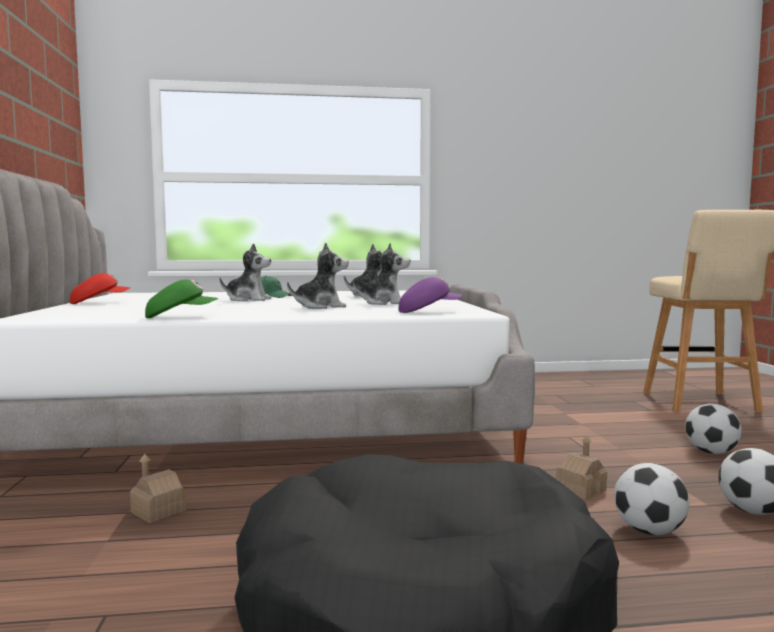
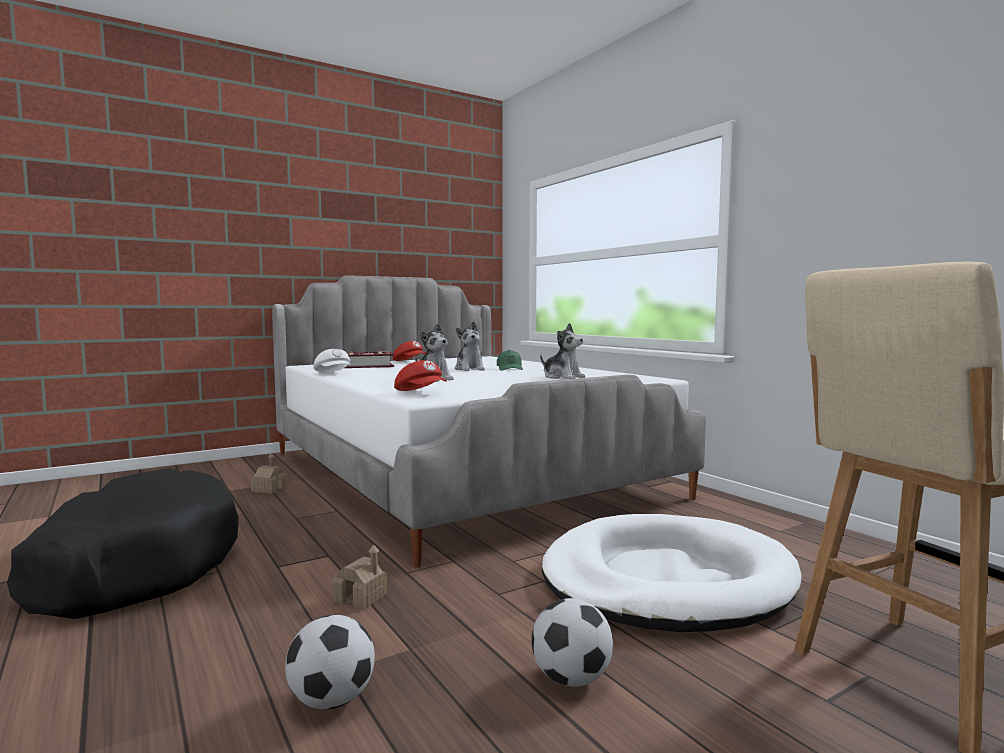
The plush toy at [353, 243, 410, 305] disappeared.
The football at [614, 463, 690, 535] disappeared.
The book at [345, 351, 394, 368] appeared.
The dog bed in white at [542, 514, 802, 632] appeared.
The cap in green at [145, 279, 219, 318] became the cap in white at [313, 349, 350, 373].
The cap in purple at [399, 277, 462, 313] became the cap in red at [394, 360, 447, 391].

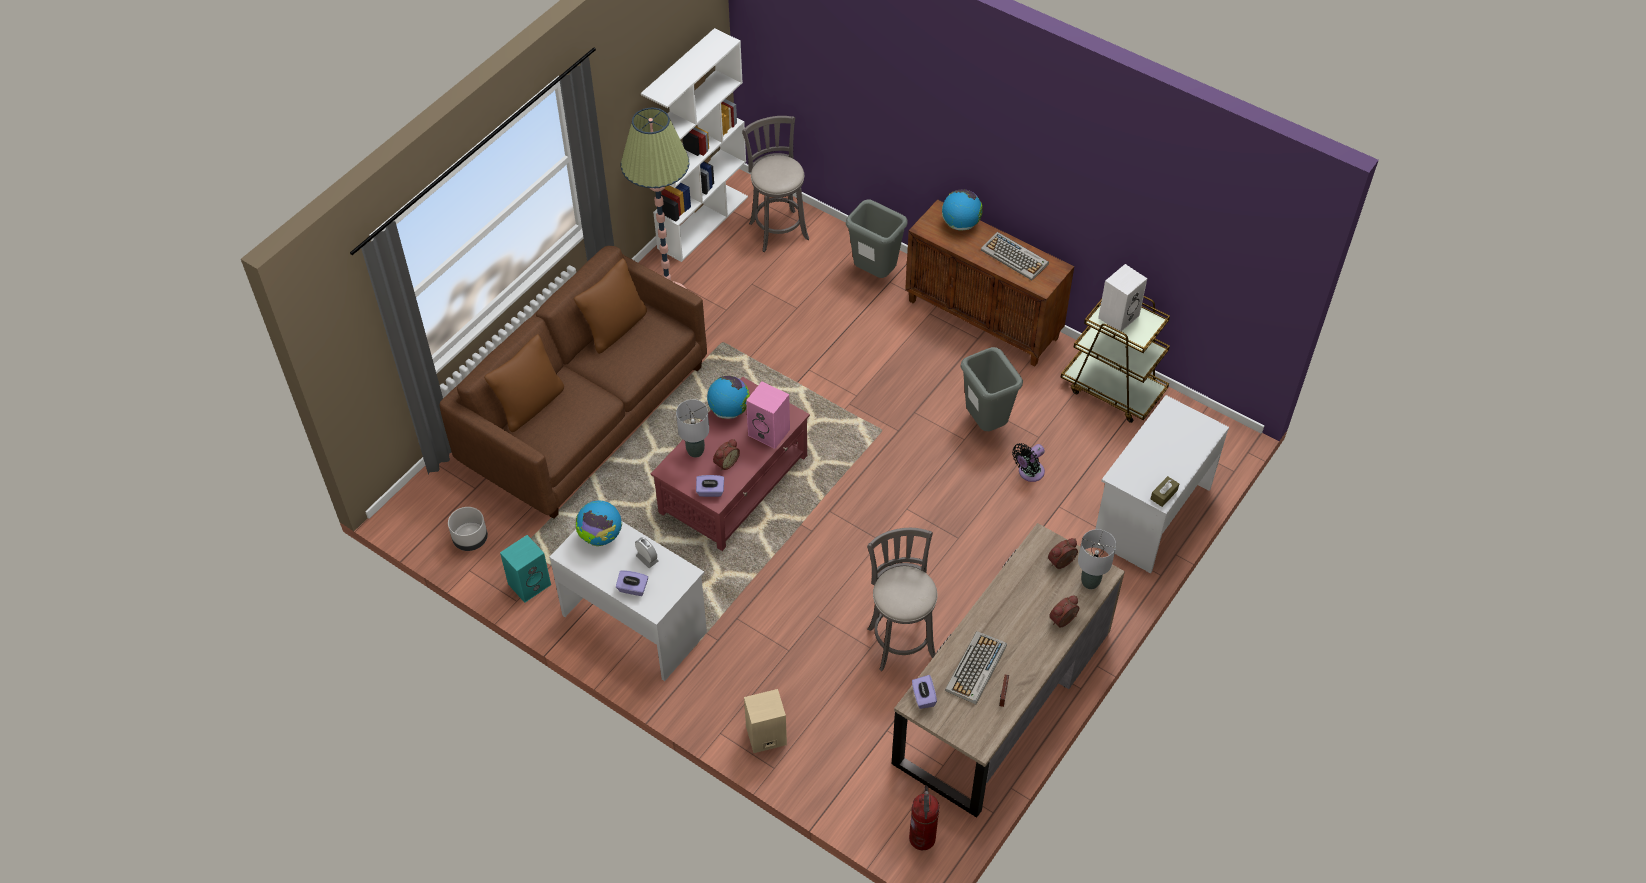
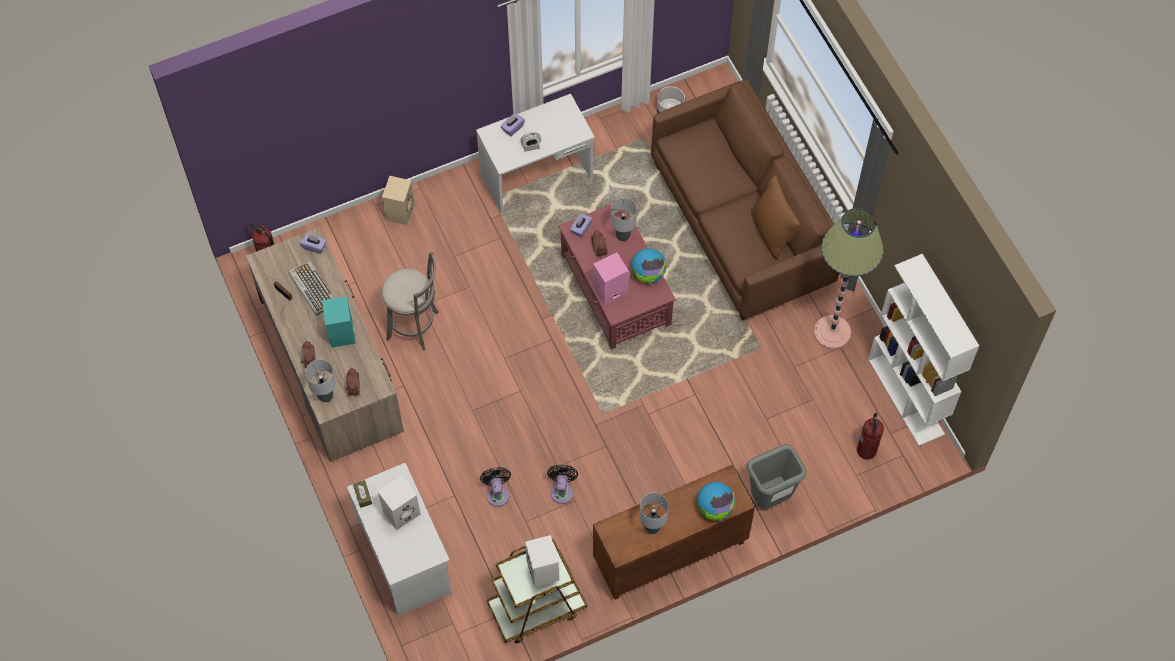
The pillow in brown at [484, 334, 564, 432] disappeared.
The globe at [576, 501, 622, 546] disappeared.
The speaker in white at [378, 476, 421, 530] appeared.
The speaker in turquoise moved from [500, 535, 551, 603] to [322, 296, 356, 348].
The stool in grey at [742, 116, 809, 252] was replaced by the fire extinguisher at [857, 413, 884, 459].
The trash can in grey at [960, 347, 1023, 431] was replaced by the fan in black at [547, 465, 578, 504].
The keyboard at [981, 232, 1049, 281] was replaced by the table lamp in grey at [639, 493, 669, 534].

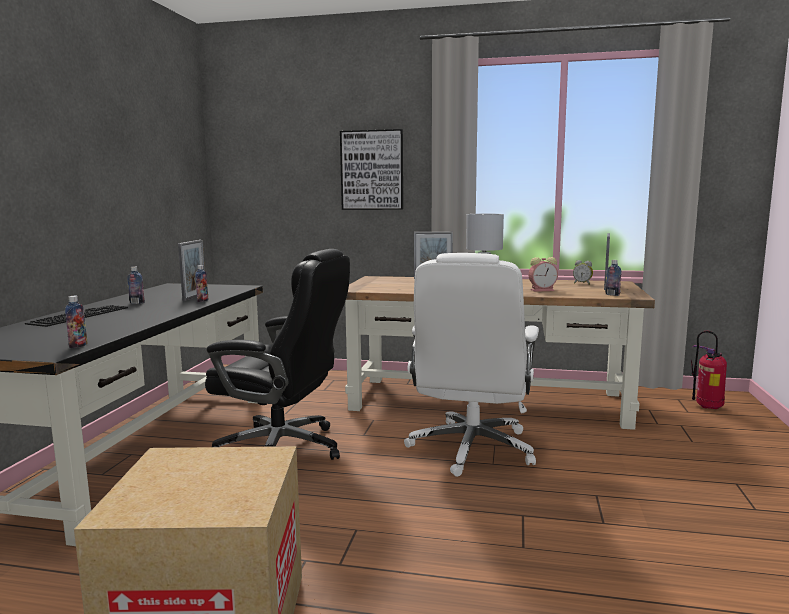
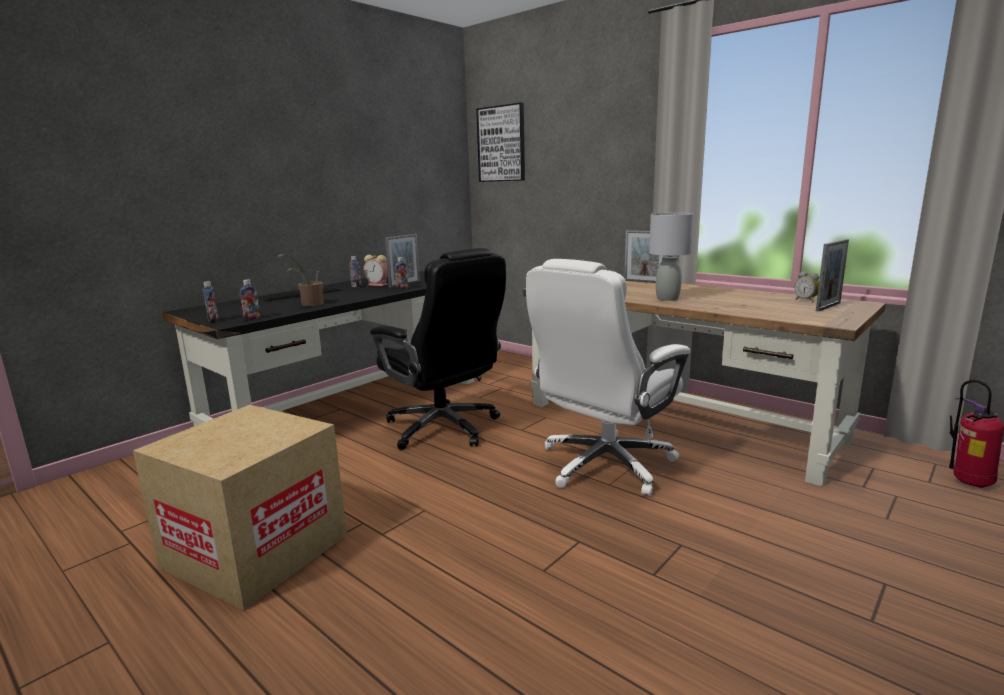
The potted plant at [278, 254, 324, 306] appeared.
The picture moved from [340, 129, 403, 210] to [476, 103, 525, 182].
The alarm clock moved from [528, 257, 558, 292] to [363, 255, 388, 286].
The bottle moved from [605, 260, 622, 296] to [203, 281, 219, 323].

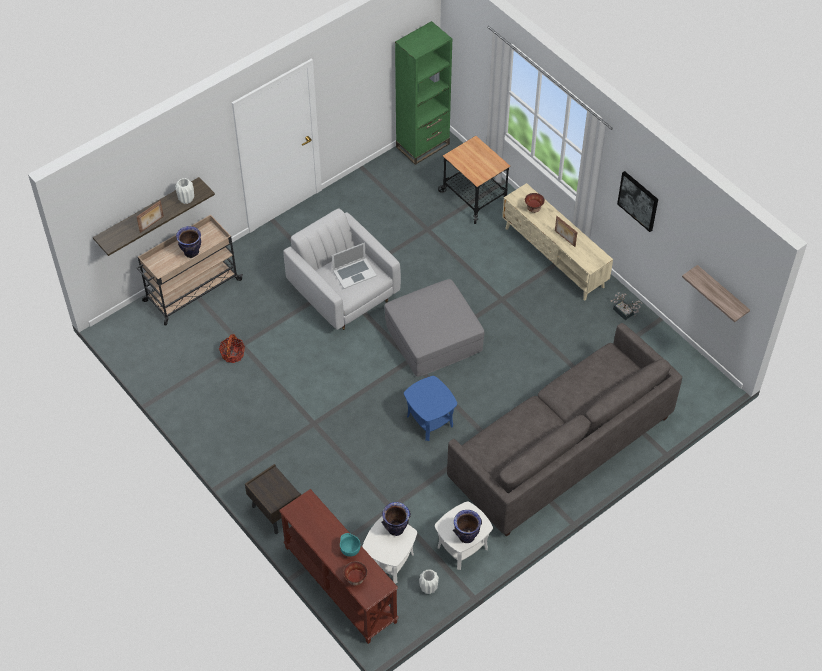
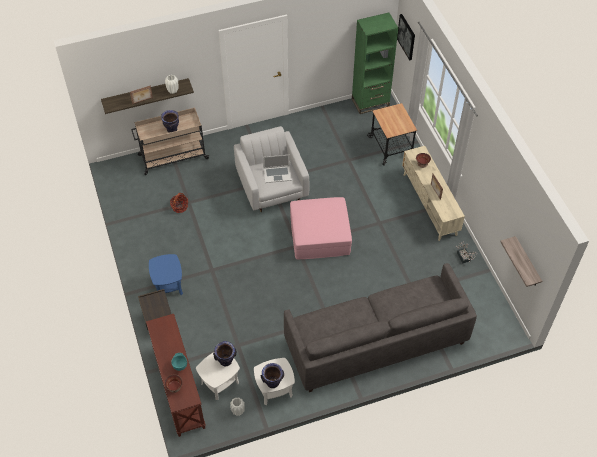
The side table in blue moved from [404, 376, 457, 441] to [149, 254, 183, 295].
The picture moved from [617, 171, 658, 232] to [397, 14, 415, 60].
The ottoman in grey at [384, 279, 484, 377] became the ottoman in pink at [290, 197, 352, 259].

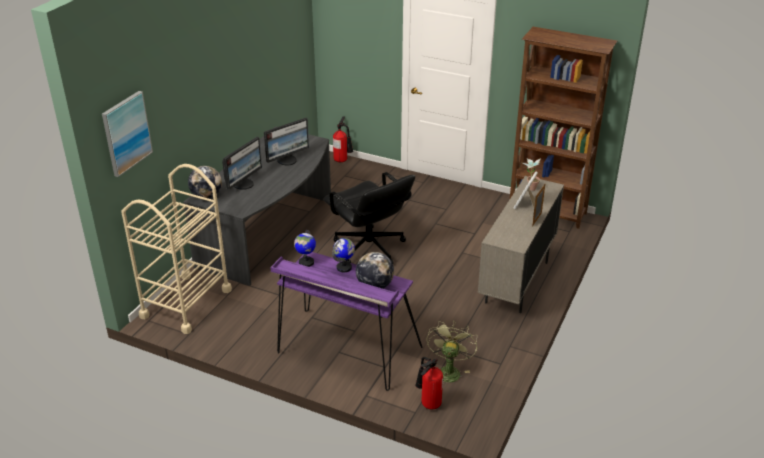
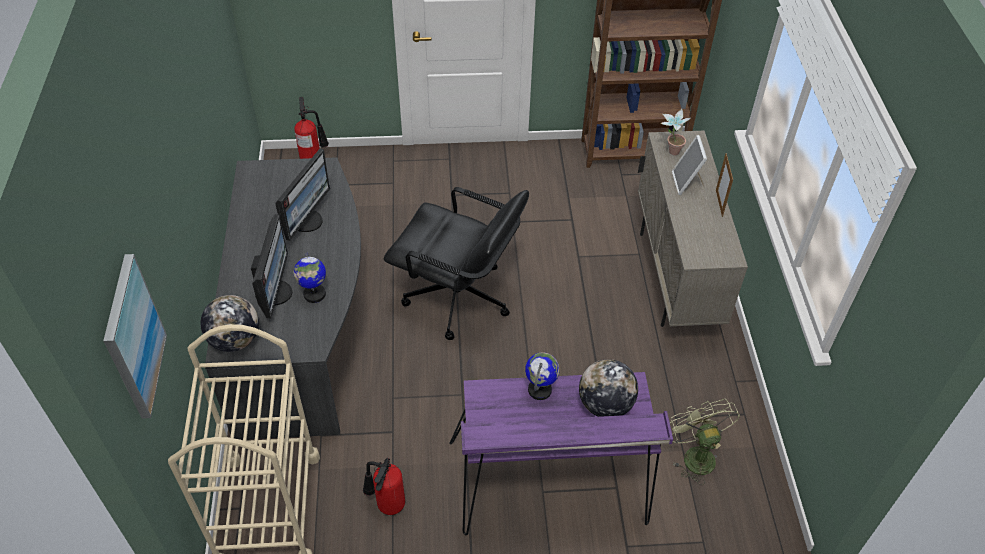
The globe moved from [294, 230, 316, 267] to [293, 252, 326, 303].
The fire extinguisher moved from [415, 357, 443, 409] to [363, 458, 405, 515].

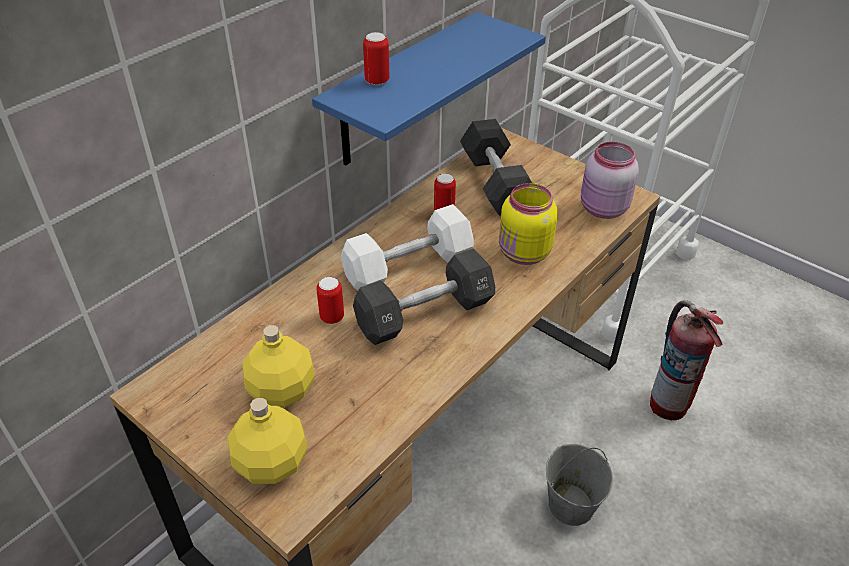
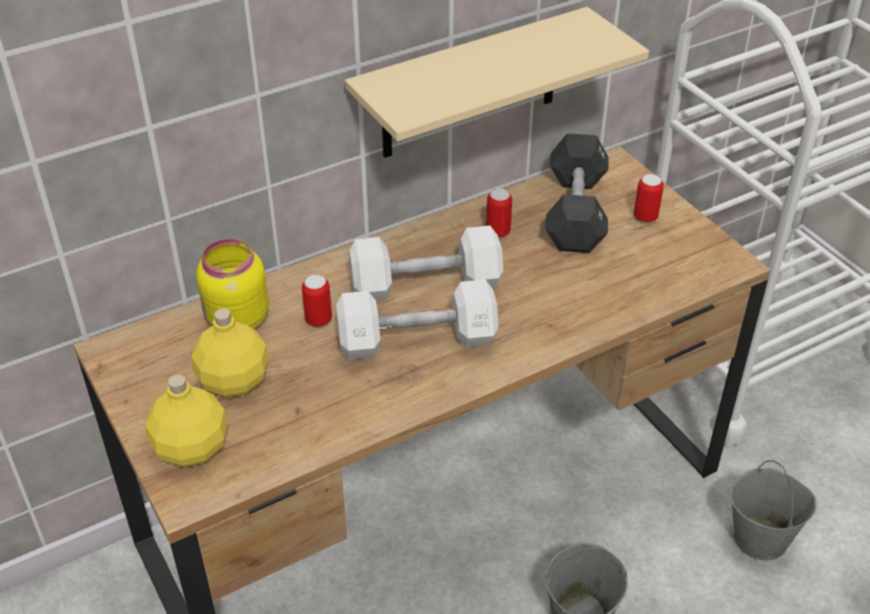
The jar in pink at [581, 142, 639, 219] disappeared.
The can moved from [363, 32, 389, 86] to [634, 174, 664, 223].
The jar in yellow moved from [499, 183, 558, 265] to [196, 239, 269, 330].
The fire extinguisher at [650, 300, 723, 420] was replaced by the bucket in grey at [730, 460, 817, 560].
The shelf in blue at [312, 12, 546, 166] became the shelf in beige at [345, 7, 649, 158].
The dumbbell in black at [353, 248, 495, 345] became the dumbbell in white at [336, 279, 499, 360].

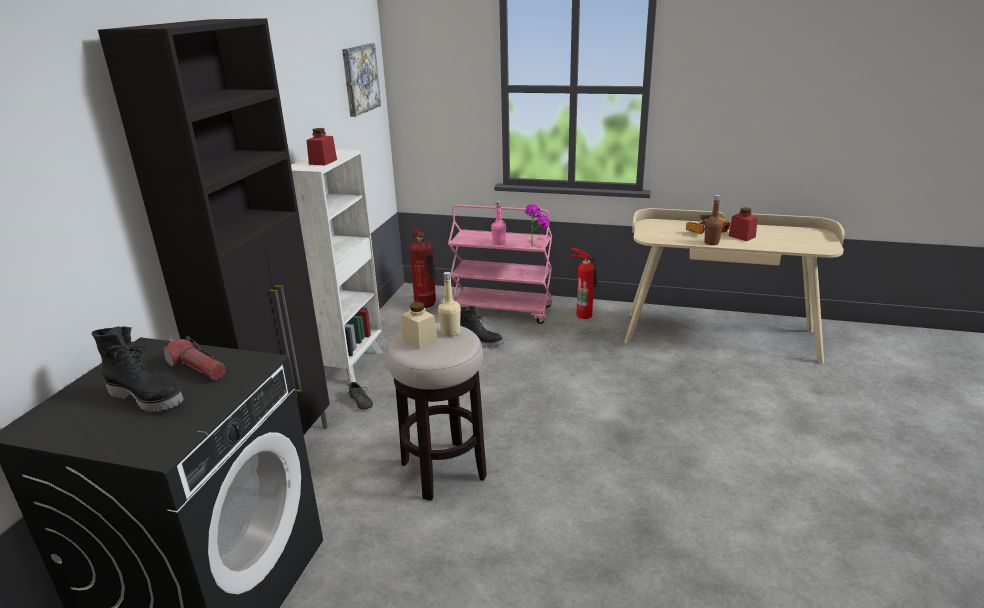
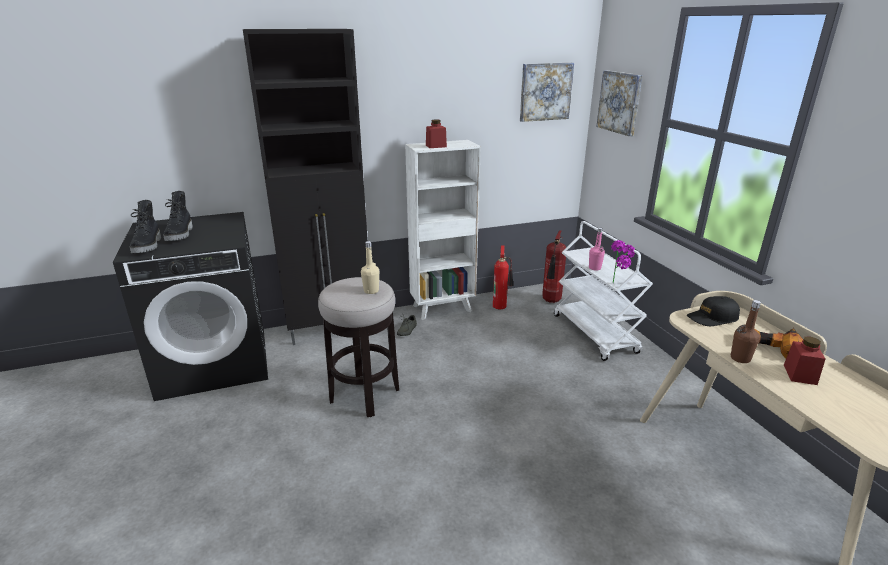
The flashlight at [162, 336, 225, 380] disappeared.
The jar in beige at [401, 302, 437, 349] disappeared.
The picture at [596, 70, 643, 136] appeared.
The cap in black at [687, 296, 740, 326] appeared.
The boot in black moved from [460, 306, 504, 348] to [130, 200, 161, 253].
The fire extinguisher moved from [570, 248, 597, 319] to [493, 245, 513, 309].
The cart in pink at [448, 205, 553, 324] became the cart in white at [554, 221, 653, 361].

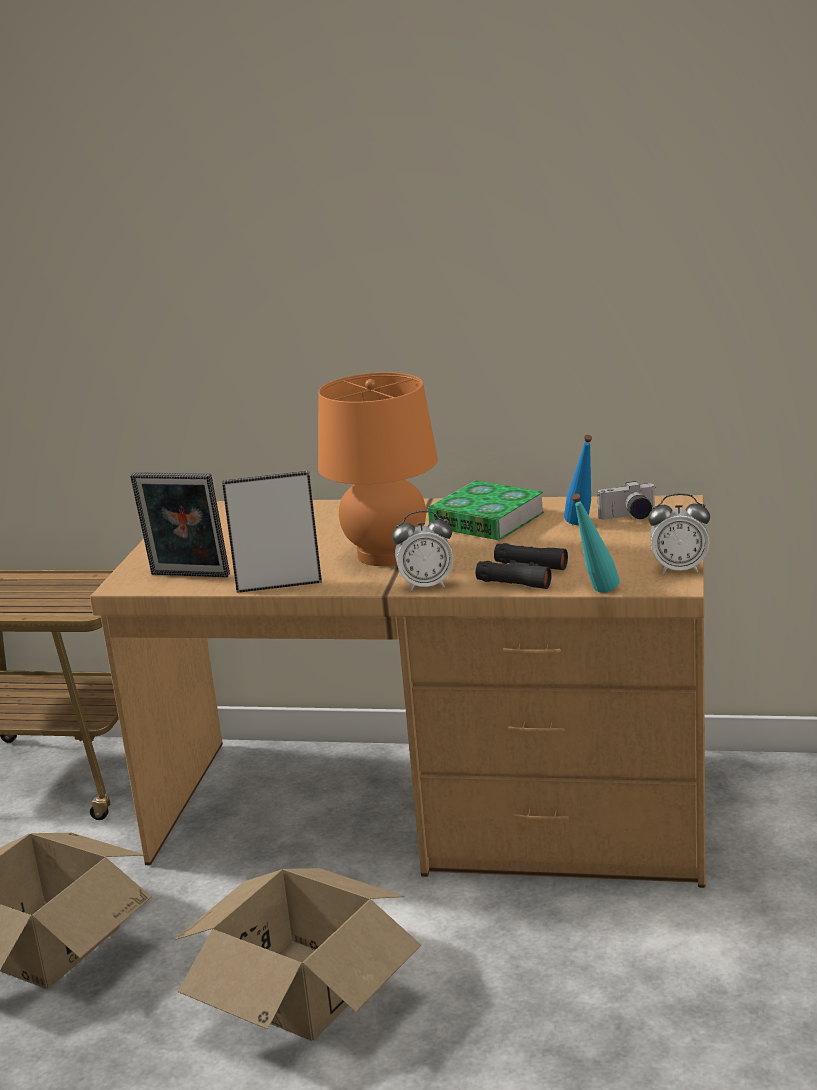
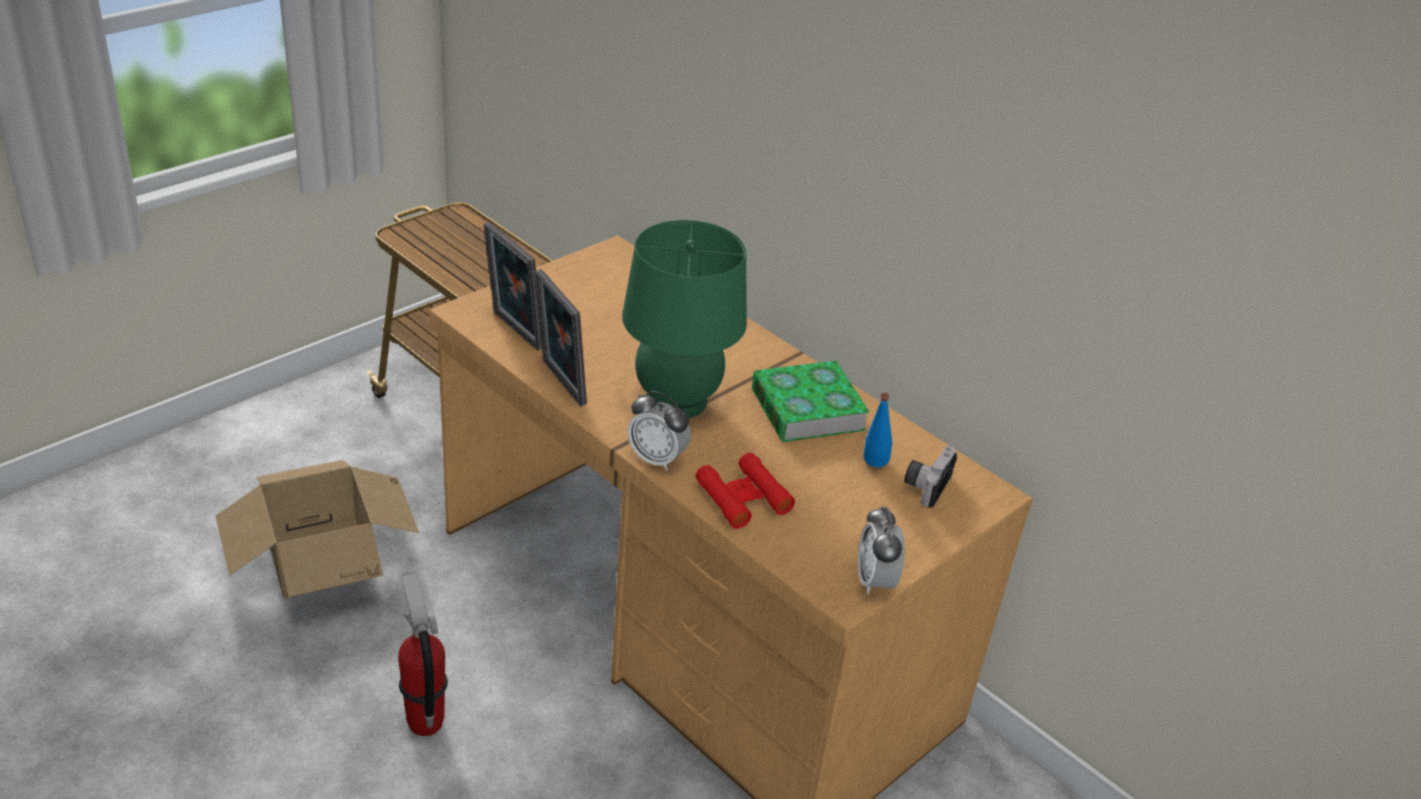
The bottle in turquoise at [572, 494, 620, 593] disappeared.
The cardboard box at [174, 868, 421, 1041] was replaced by the fire extinguisher at [398, 571, 448, 736].
The table lamp in orange at [318, 373, 438, 566] became the table lamp in green at [622, 220, 747, 418].
The binoculars in black at [476, 543, 568, 589] became the binoculars in red at [696, 453, 795, 529].
The picture frame at [222, 471, 322, 593] turned 150 degrees counterclockwise.
The photo camera at [597, 481, 656, 520] turned 90 degrees clockwise.
The alarm clock at [648, 493, 710, 574] turned 45 degrees clockwise.

